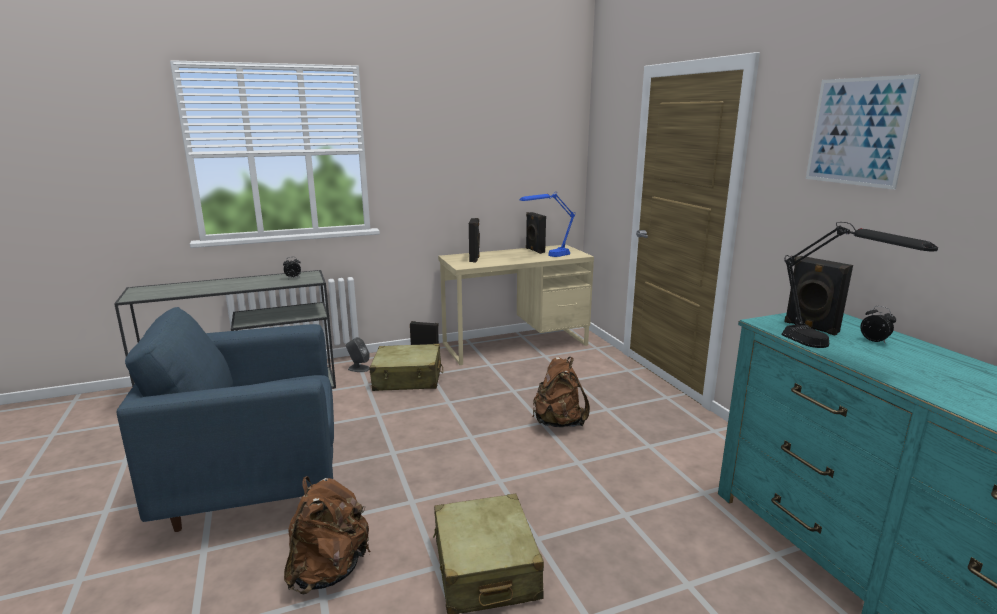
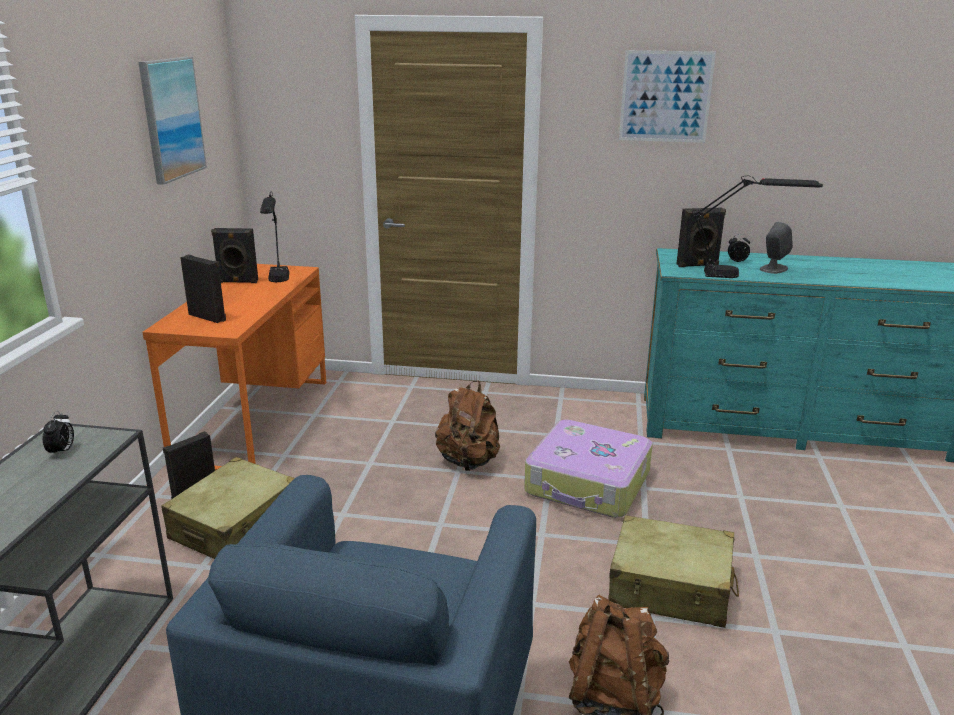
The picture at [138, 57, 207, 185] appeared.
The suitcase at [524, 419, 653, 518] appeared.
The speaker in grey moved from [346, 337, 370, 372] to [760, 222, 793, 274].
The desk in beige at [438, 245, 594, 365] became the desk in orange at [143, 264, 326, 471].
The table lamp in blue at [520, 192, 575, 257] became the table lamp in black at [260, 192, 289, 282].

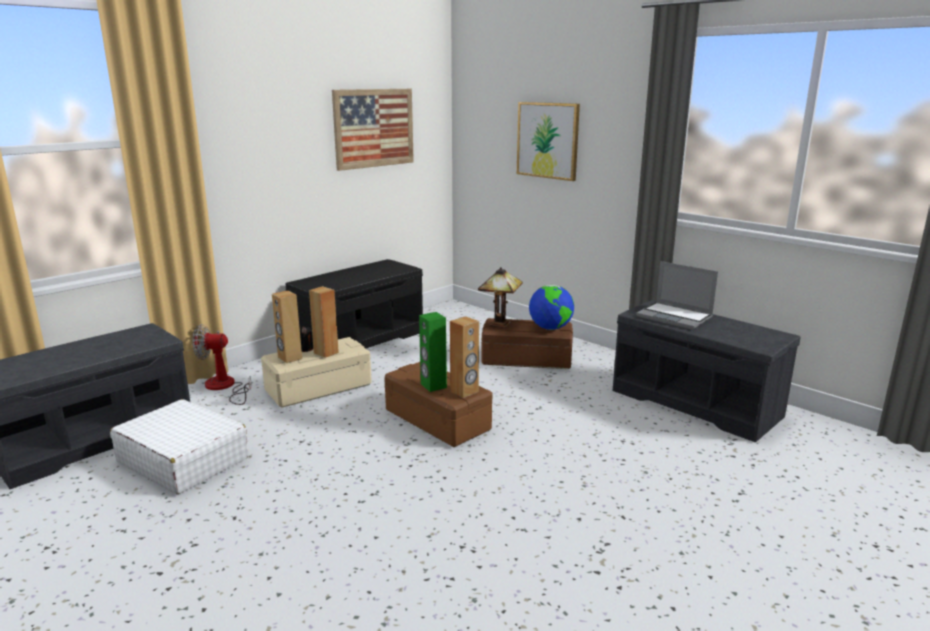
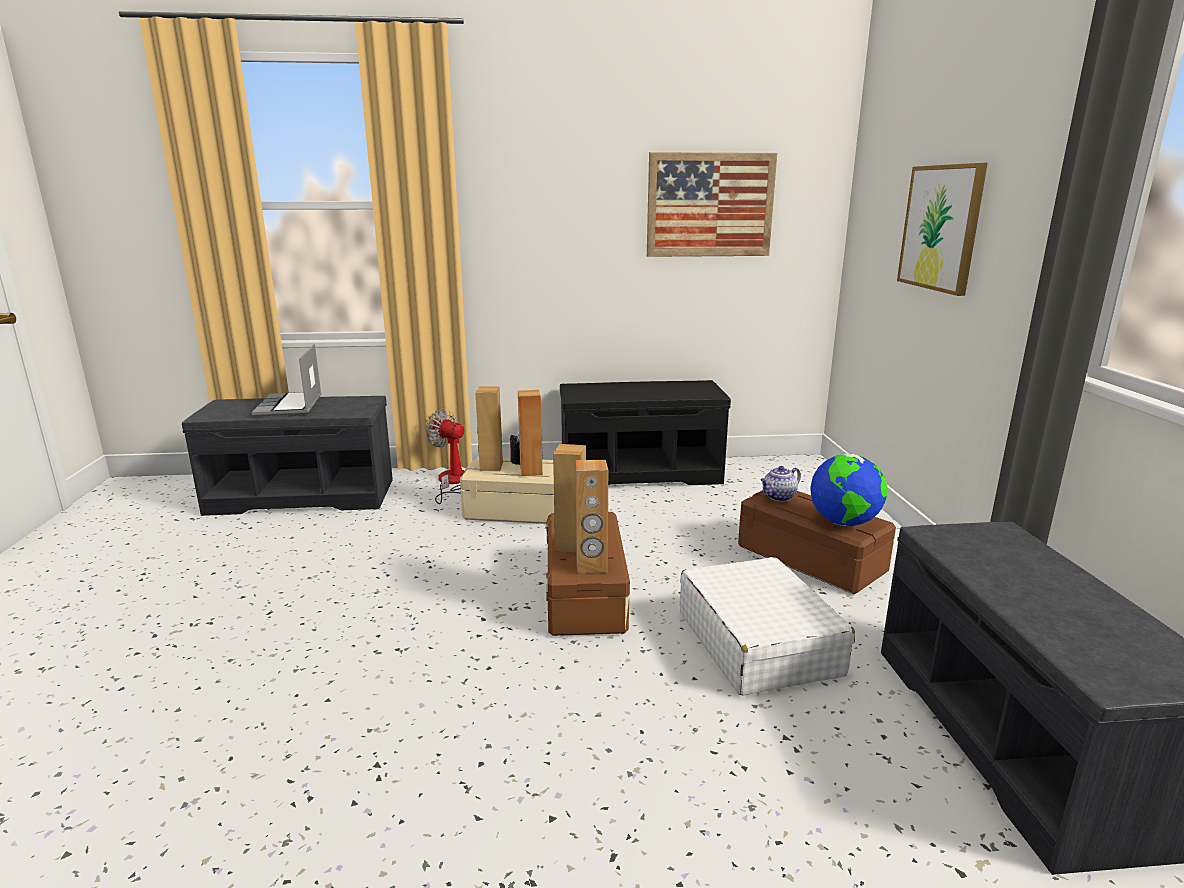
The suitcase in white moved from [110, 399, 248, 494] to [680, 557, 855, 695].
The laptop moved from [636, 261, 718, 330] to [252, 344, 322, 417].
The table lamp at [478, 267, 523, 328] was replaced by the teapot at [760, 466, 801, 502].
The speaker in green at [419, 312, 447, 392] became the speaker in brown at [553, 444, 586, 553].

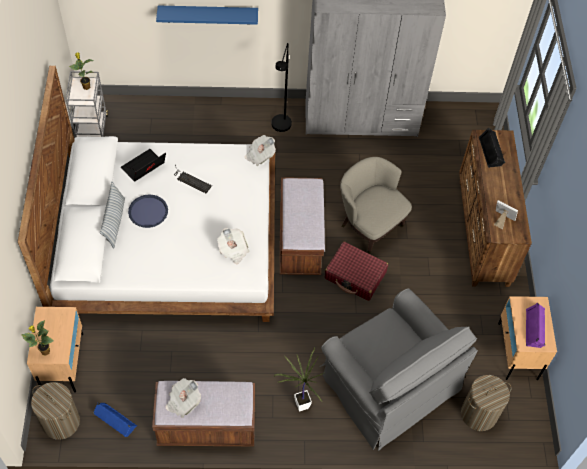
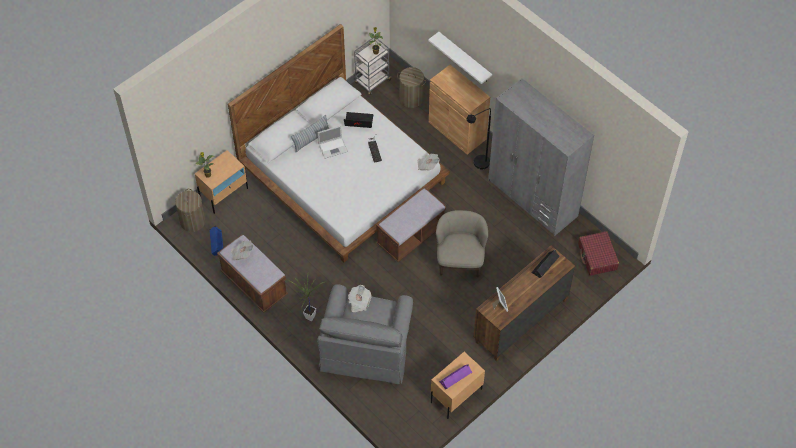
The cabinet in brown at [429, 65, 490, 154] appeared.
The newspaper moved from [217, 228, 249, 264] to [348, 285, 372, 312].
The suitcase in red moved from [325, 241, 388, 301] to [578, 231, 619, 276].
The laundry basket moved from [461, 375, 511, 431] to [397, 67, 426, 108].
The tray in blue at [128, 195, 168, 228] was replaced by the laptop at [317, 125, 348, 159].
The shelf in blue at [156, 5, 258, 25] became the shelf in white at [428, 32, 492, 84].

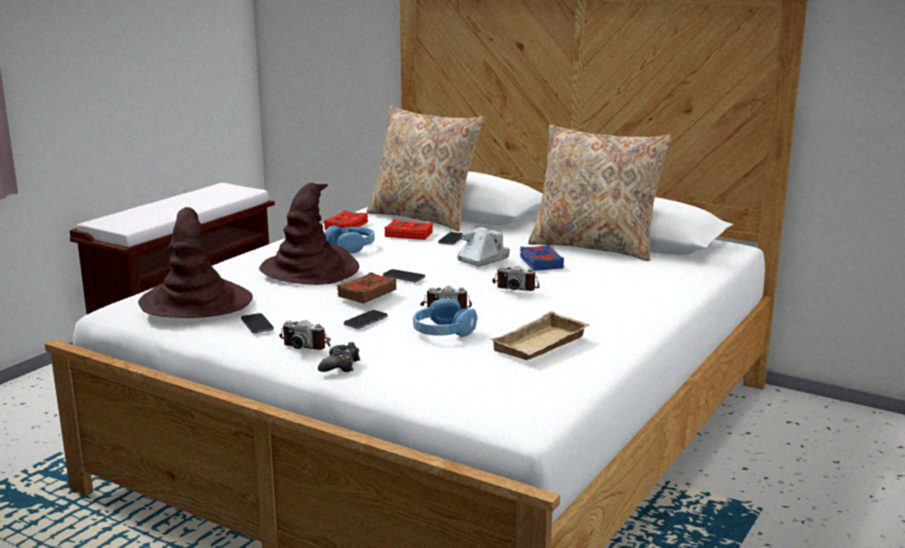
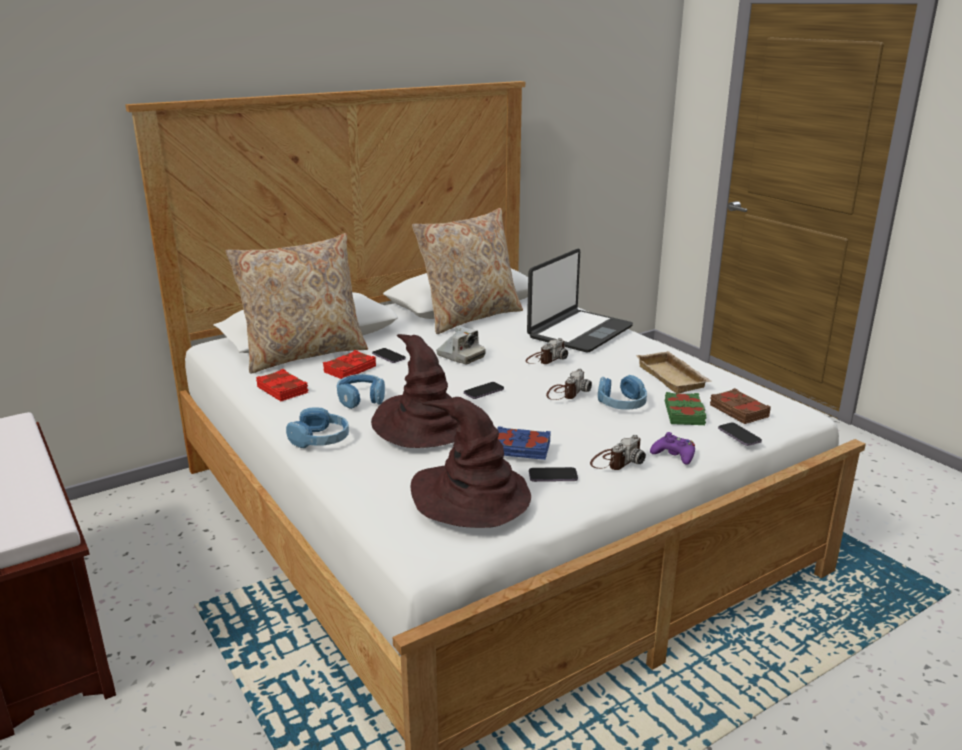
The headphones in blue at [286, 407, 349, 448] appeared.
The laptop at [527, 249, 633, 352] appeared.
The book in green at [665, 392, 707, 425] appeared.
The book in brown moved from [337, 272, 396, 304] to [710, 388, 771, 424].
The phone moved from [344, 310, 388, 329] to [718, 423, 762, 446].
The book in blue moved from [520, 245, 564, 271] to [497, 426, 551, 460].
The game controller in black at [318, 342, 360, 372] became the game controller in purple at [650, 432, 695, 465].
The photo camera at [457, 227, 510, 267] turned 150 degrees clockwise.

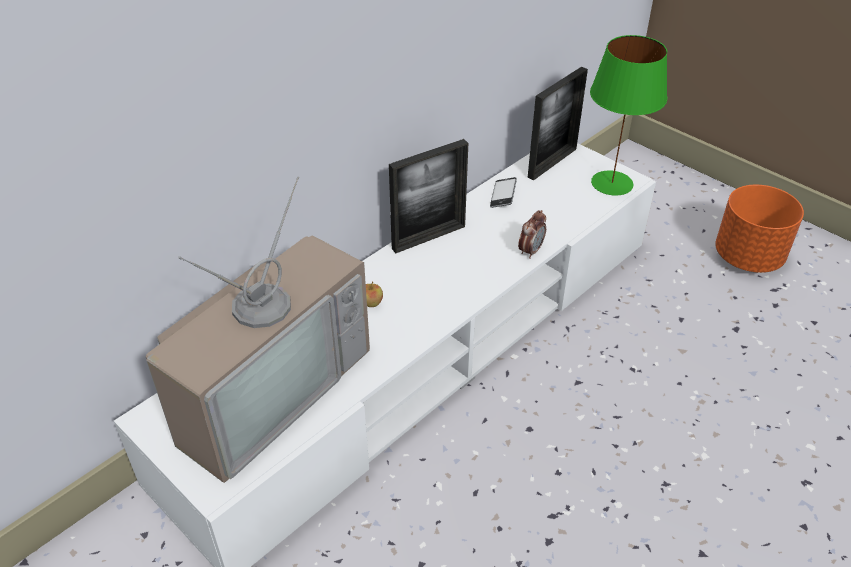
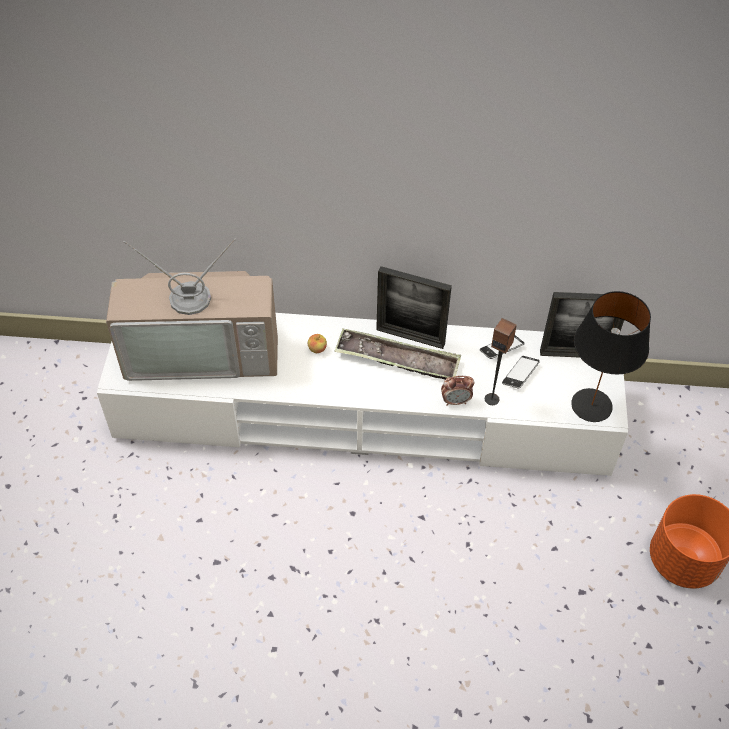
The tray at [334, 329, 461, 380] appeared.
The speaker at [485, 318, 517, 405] appeared.
The phone at [502, 356, 540, 389] appeared.
The table lamp in green at [590, 35, 667, 196] became the table lamp in black at [571, 291, 651, 422].

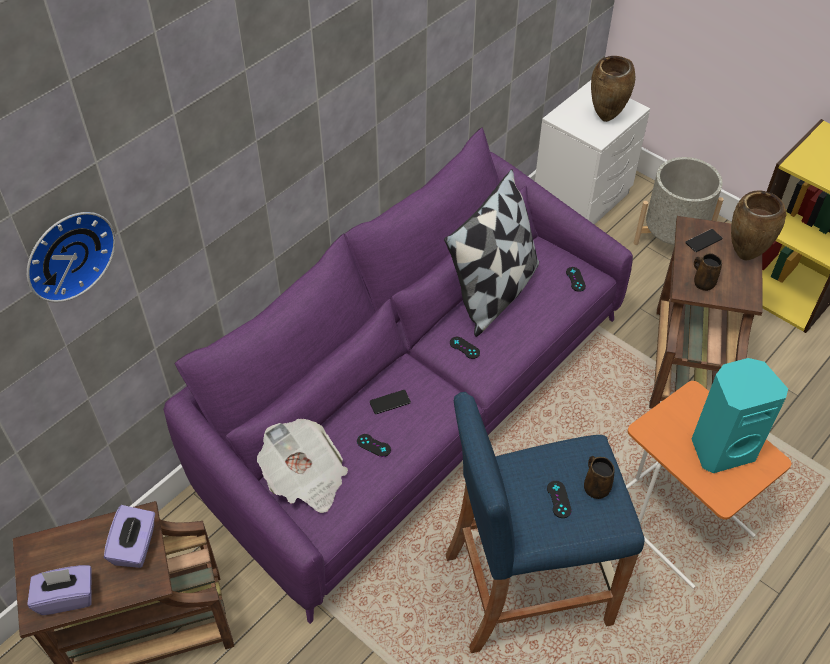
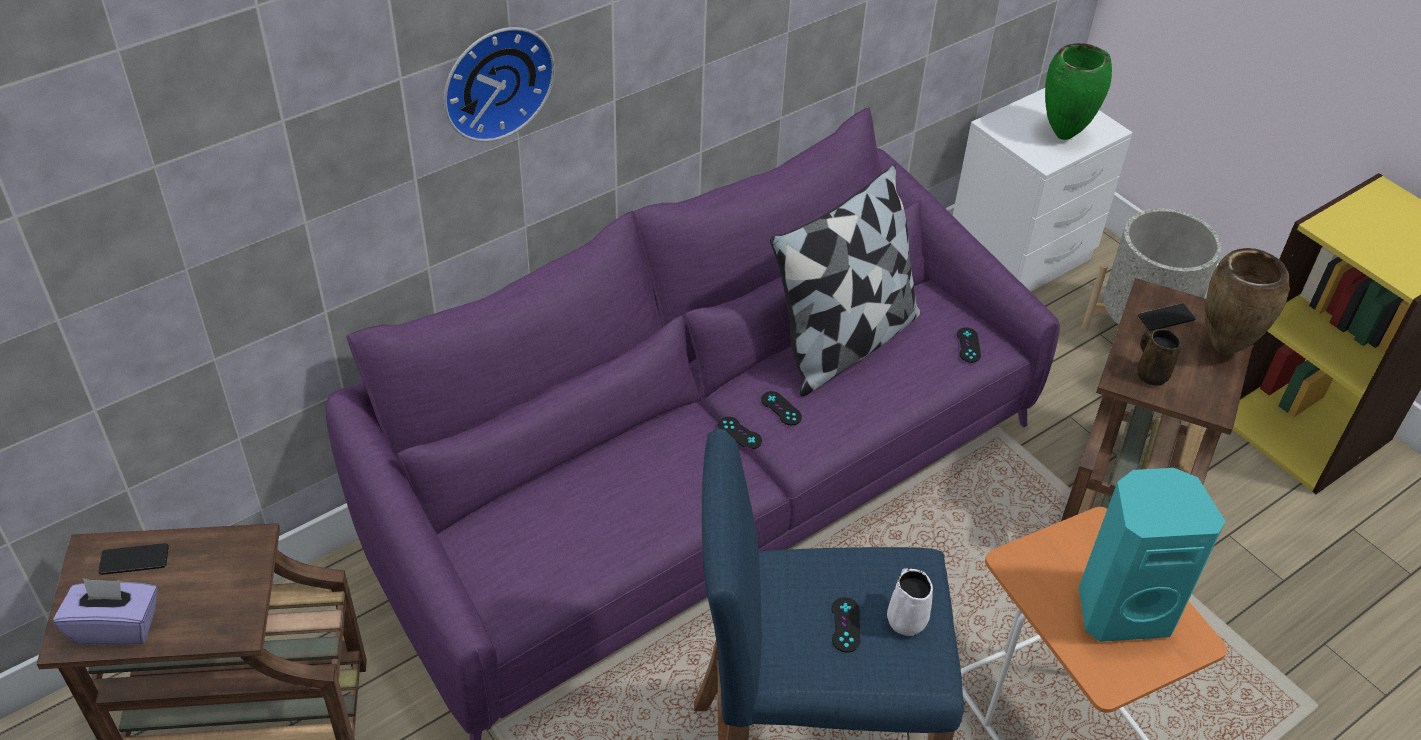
The tissue box in purple at [104, 505, 155, 568] disappeared.
The newspaper at [257, 419, 348, 513] disappeared.
The wall clock moved from [27, 212, 116, 303] to [444, 27, 555, 142].
The game controller in black moved from [357, 434, 391, 457] to [718, 417, 762, 449].
The phone moved from [369, 390, 411, 414] to [99, 543, 169, 575].
The mug in brown at [584, 456, 615, 499] became the mug in white at [887, 568, 933, 636].
The vase in brown at [591, 56, 635, 122] became the vase in green at [1045, 43, 1112, 140].

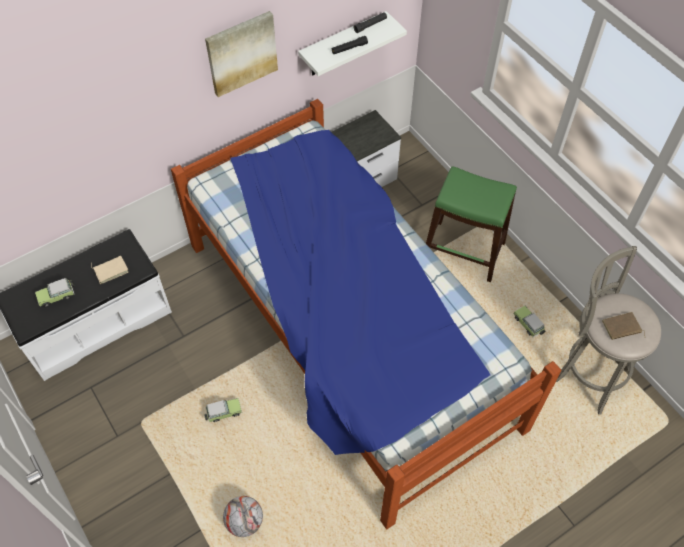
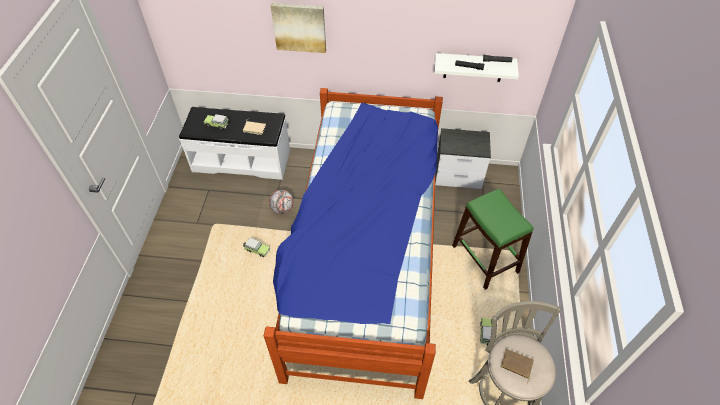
The picture moved from [205, 11, 278, 97] to [271, 3, 326, 53].
The football moved from [223, 496, 263, 537] to [269, 190, 294, 214].

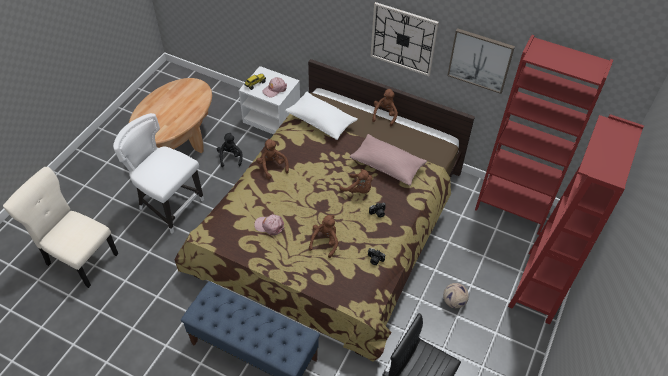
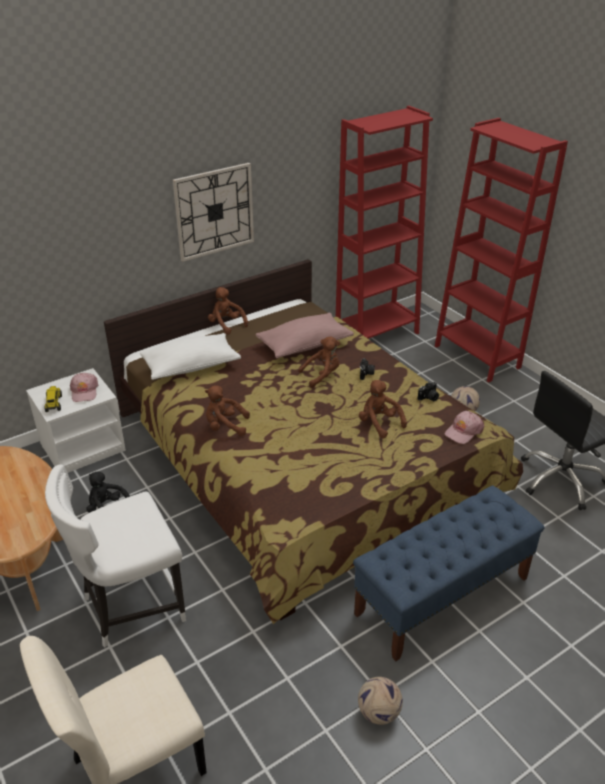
The picture at [447, 28, 515, 94] disappeared.
The football at [358, 677, 403, 725] appeared.
The cap in pink moved from [254, 214, 284, 236] to [445, 411, 484, 444].

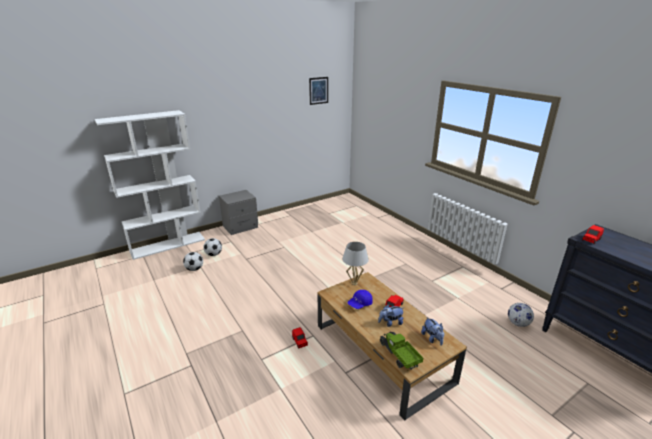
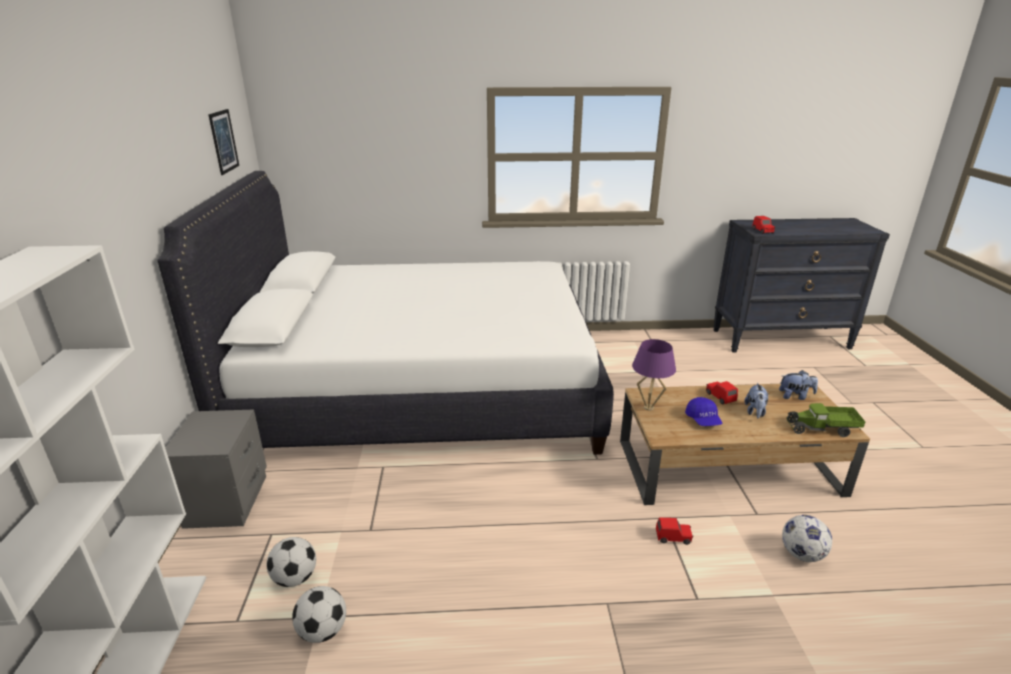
The bed in white at [157, 171, 614, 455] appeared.
The football moved from [508, 303, 534, 327] to [782, 515, 832, 562].
The table lamp in white at [342, 242, 369, 285] became the table lamp in purple at [632, 339, 676, 411].

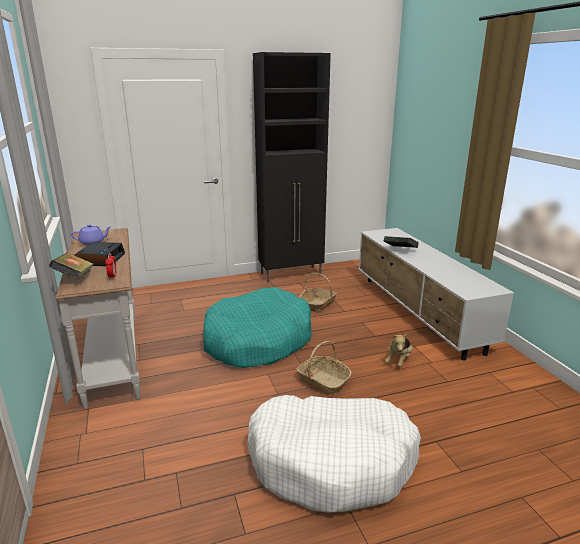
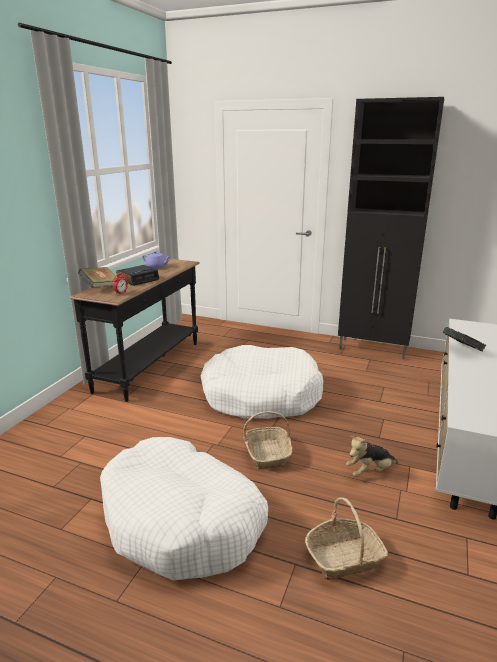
The basket moved from [299, 273, 337, 313] to [305, 497, 388, 580].
The console table in white at [56, 228, 140, 409] became the console table in black at [70, 258, 200, 402].
The dog bed in turquoise at [203, 287, 311, 368] became the dog bed in white at [201, 345, 323, 419].

